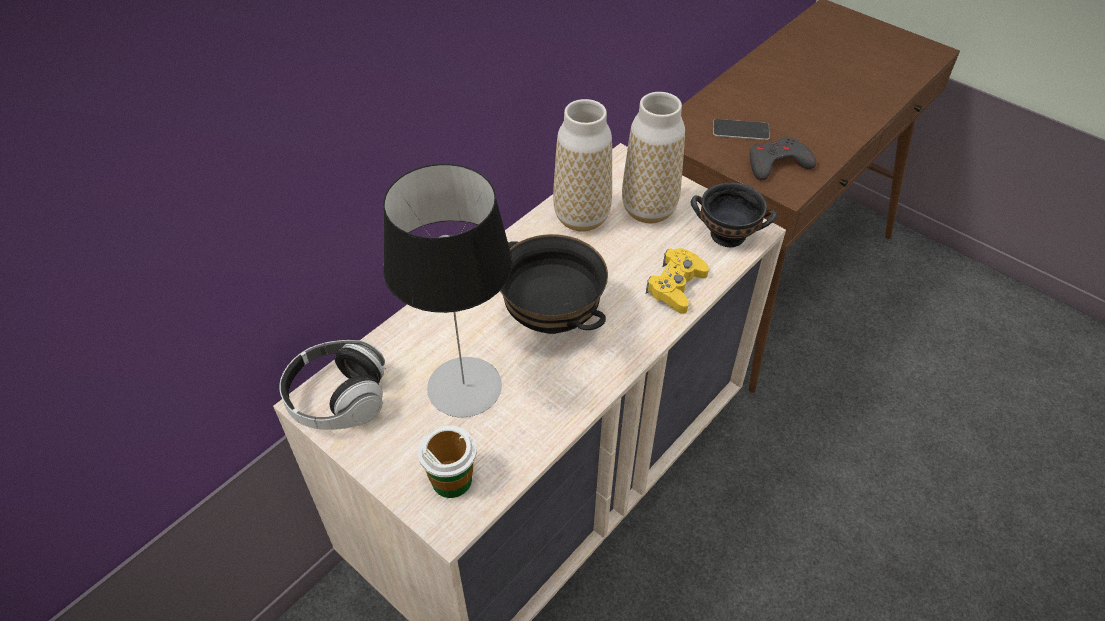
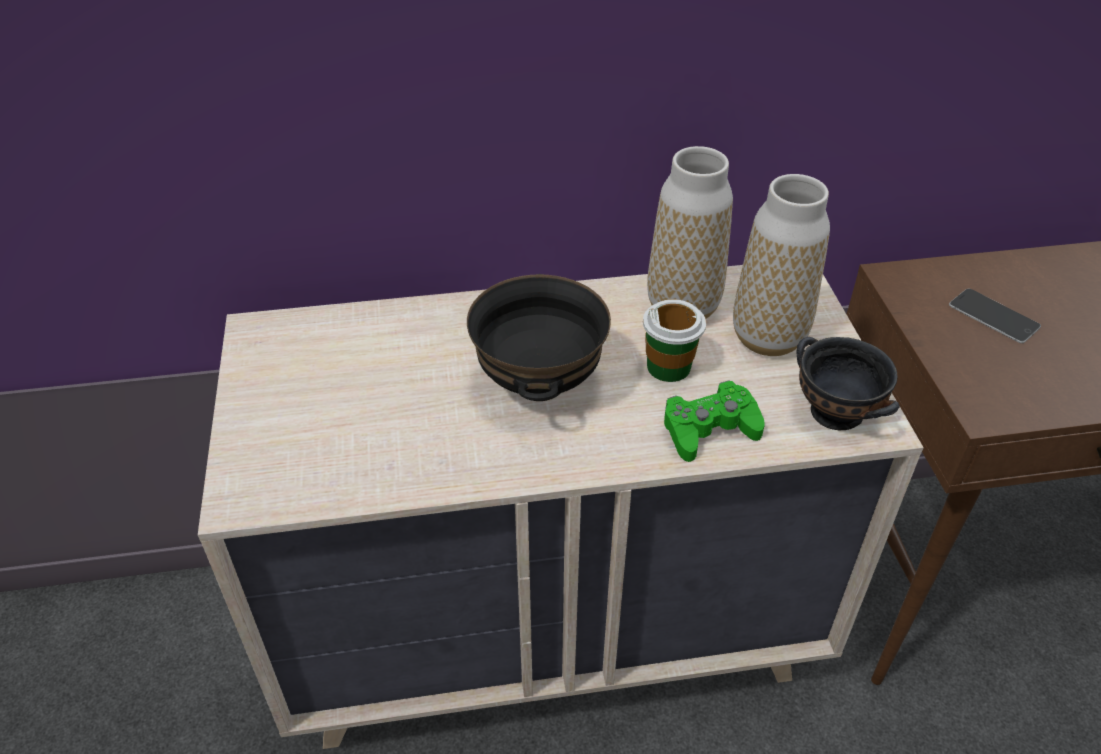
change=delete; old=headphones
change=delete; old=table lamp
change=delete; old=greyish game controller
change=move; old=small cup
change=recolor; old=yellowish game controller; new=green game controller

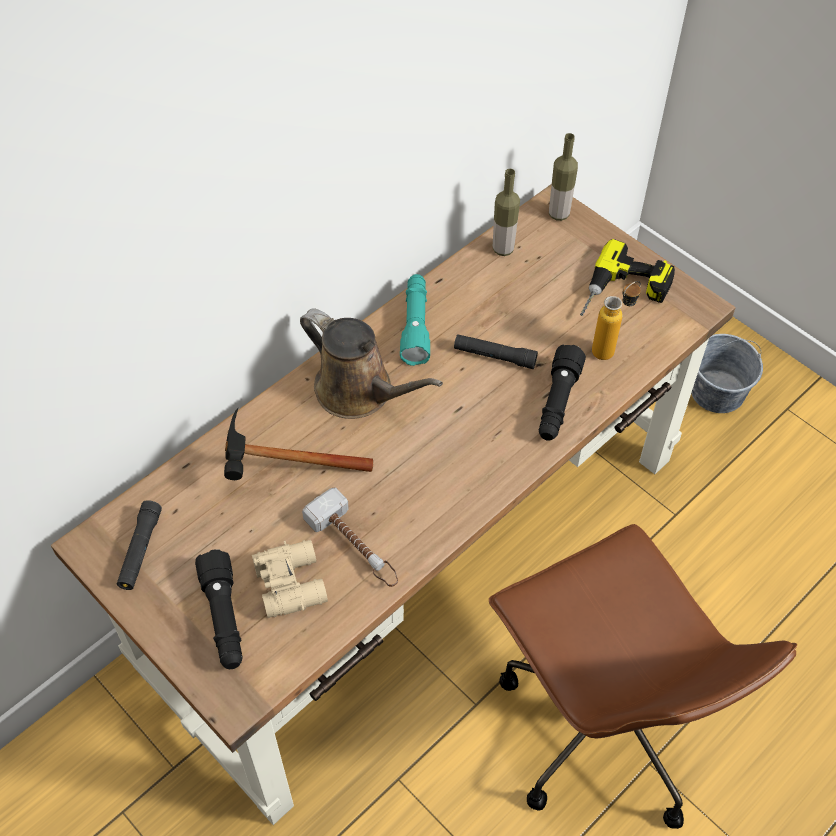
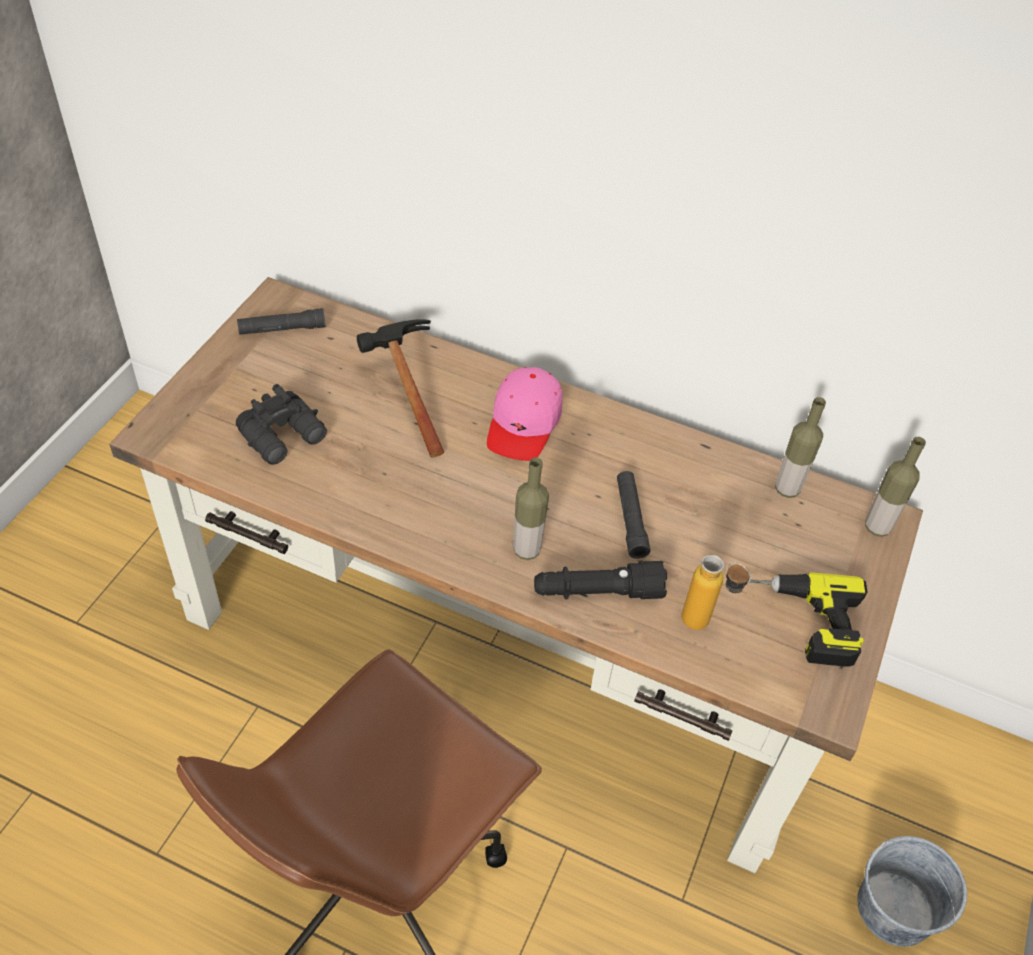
change=delete; old=black-coloured hand torch (2nd from left)
change=delete; old=tool hammer (2nd from left)
change=delete; old=turquoise-coloured hand torch
change=insert; new=beverage bottle (1st from left)
change=replace; old=brown sprinkling can; new=pinkish cap
change=recolor; old=sand-coloured field glasses; new=black-coloured field glasses

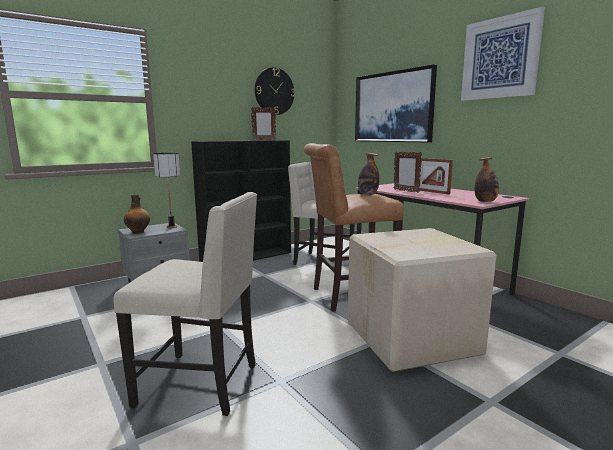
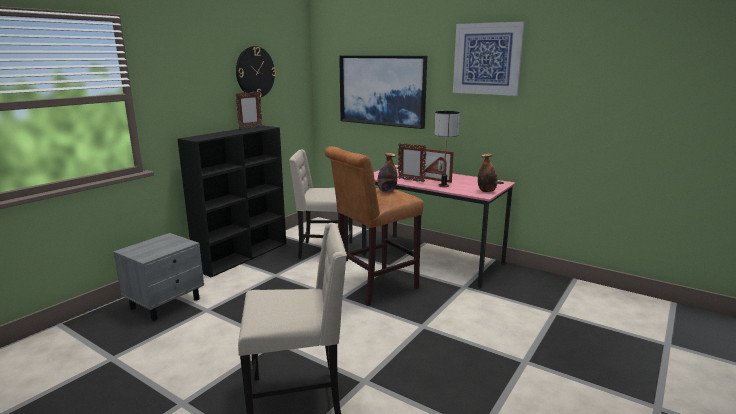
change=delete; old=beverage bottle (1st from left)
change=delete; old=carton
change=move; old=table lamp

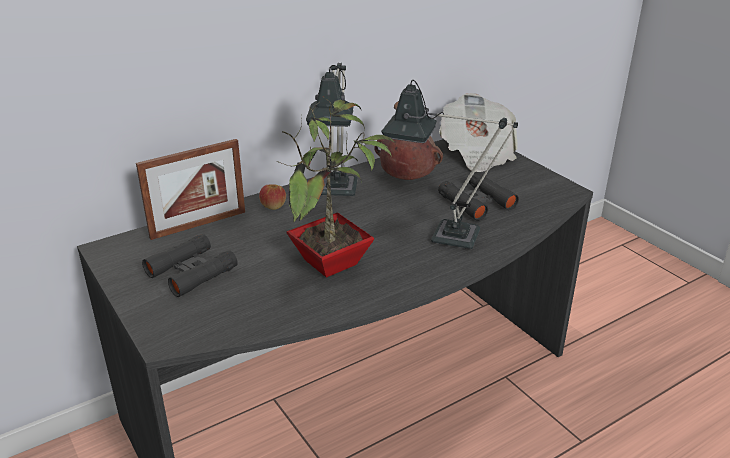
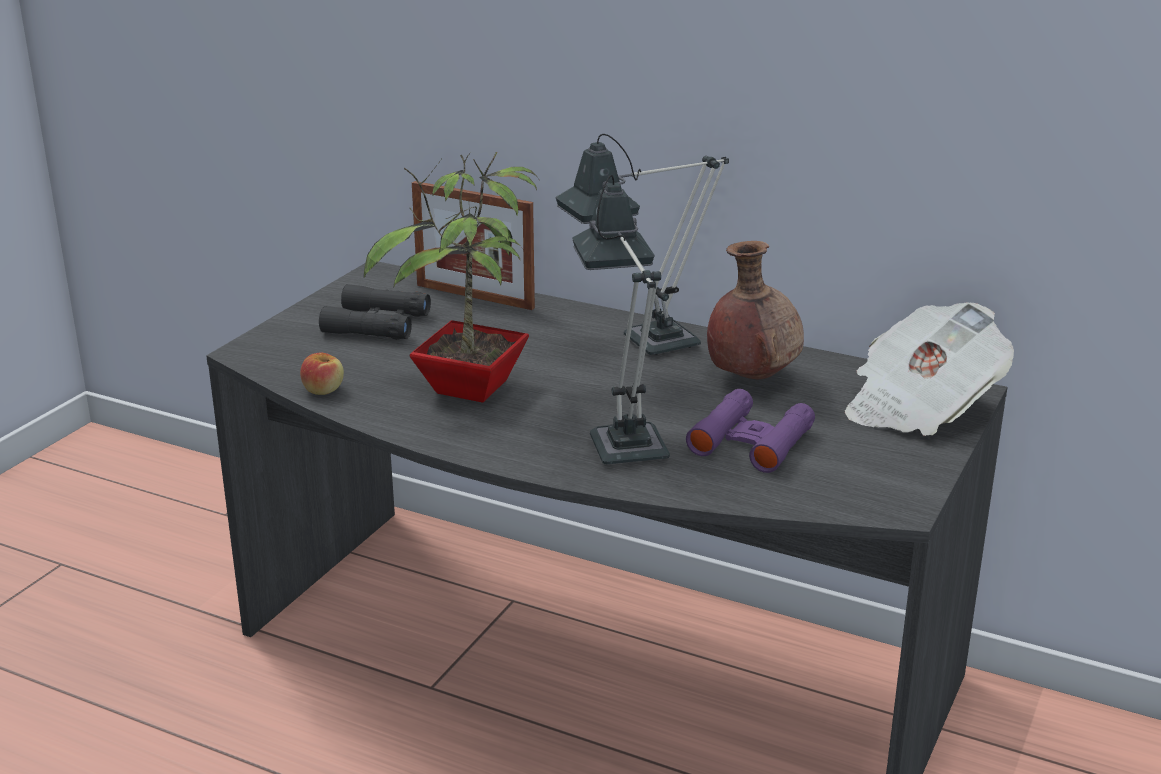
change=move; old=whole apple
change=recolor; old=black-coloured field glasses (2nd from left); new=purple-coloured field glasses

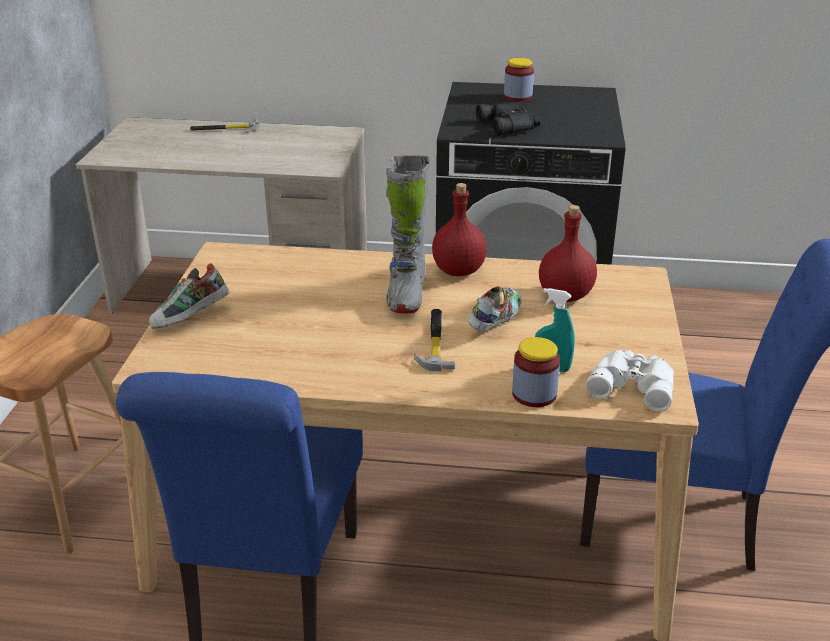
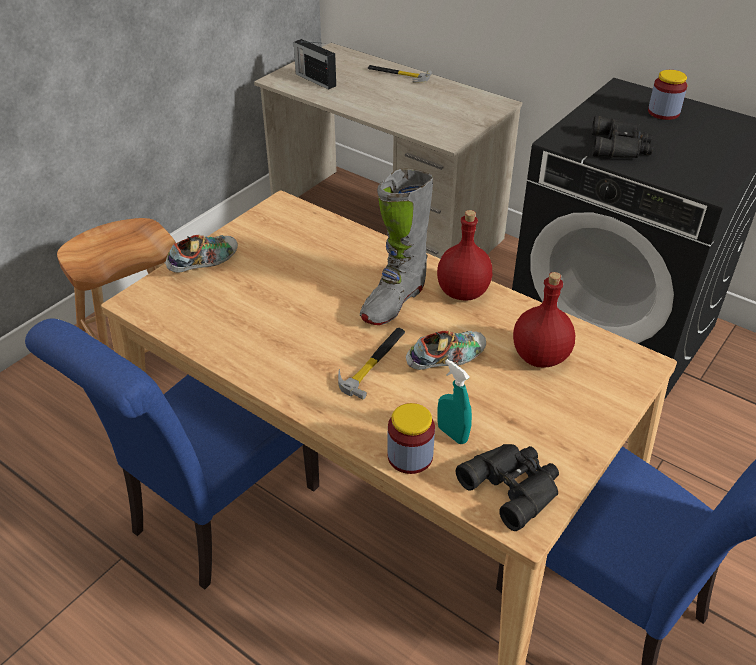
change=insert; new=radio receiver
change=recolor; old=whitish field glasses; new=black-coloured field glasses (1st from left)
change=rotate; old=shoe (1st from left); degrees=150

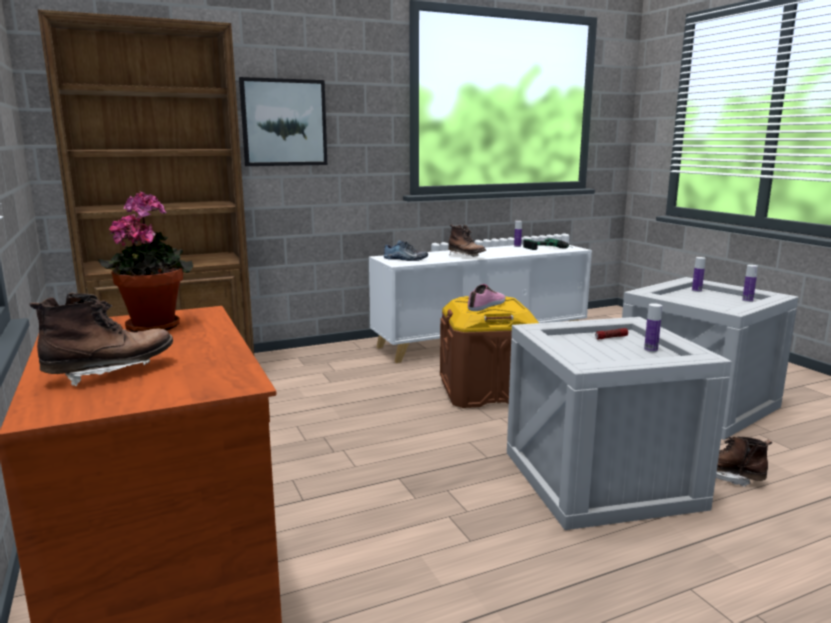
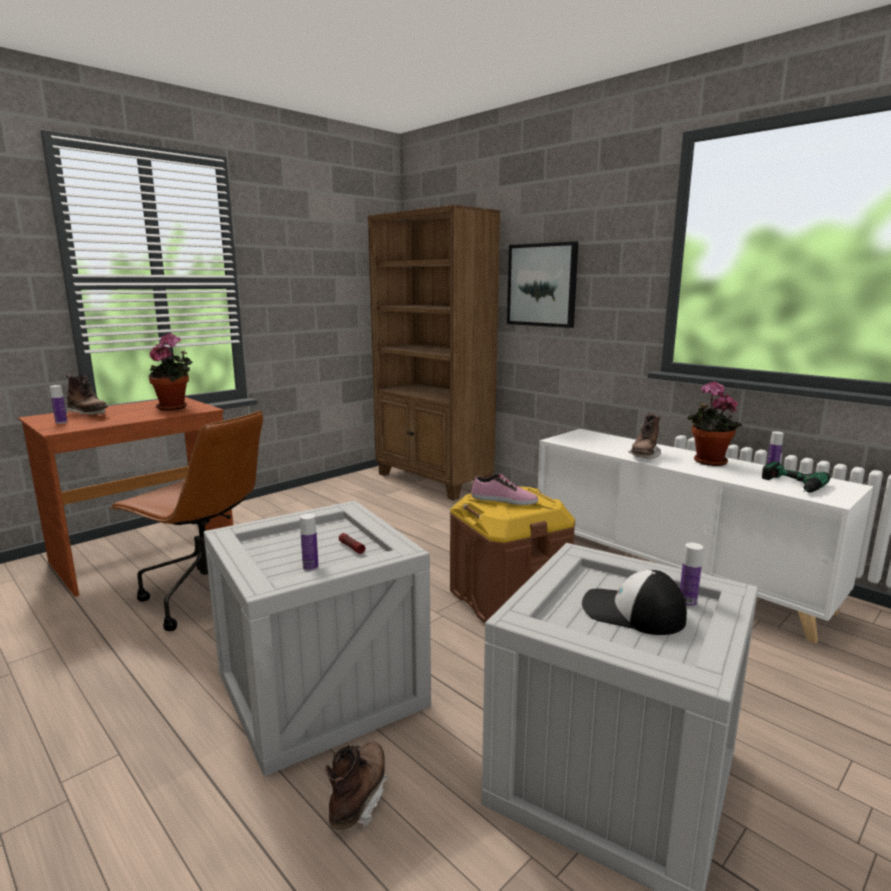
change=delete; old=shoe (1st from left)
change=insert; new=brown office chair
change=insert; new=cap
change=insert; new=potted plant (2nd from left)
change=move; old=beverage bottle (4th from left in the first image); new=beverage bottle (1st from left)

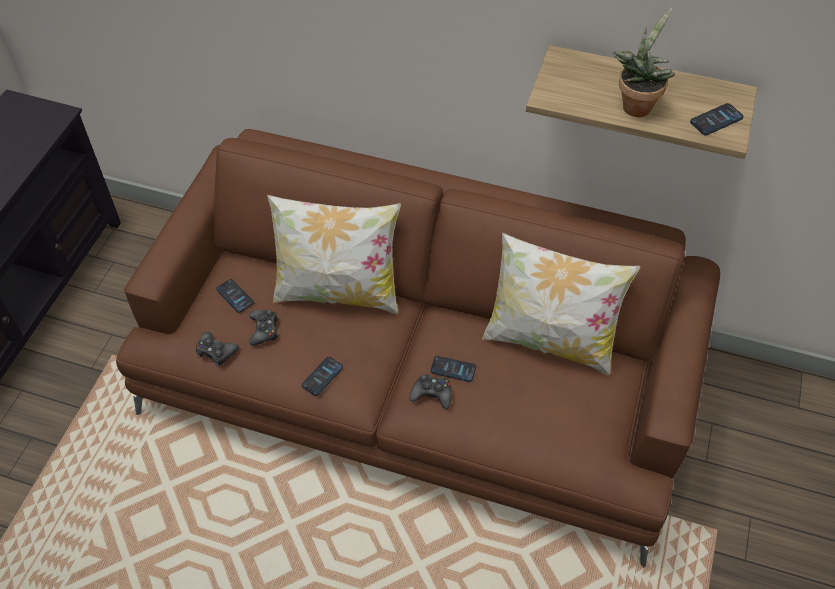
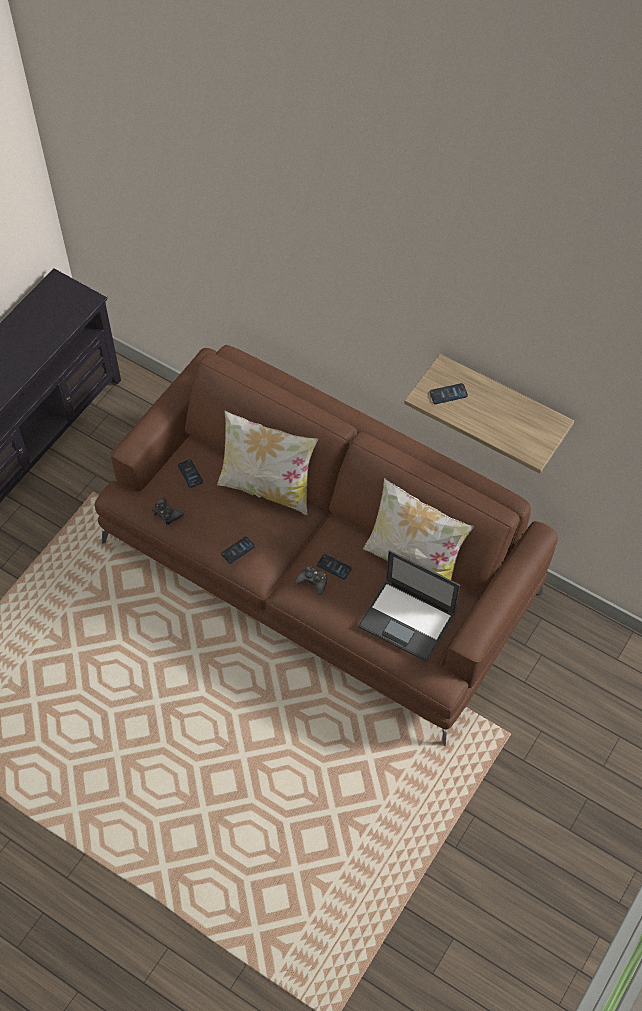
change=delete; old=black-coloured game controller (2nd from left)
change=delete; old=potted plant
change=insert; new=laptop
change=move; old=handset (4th from left)

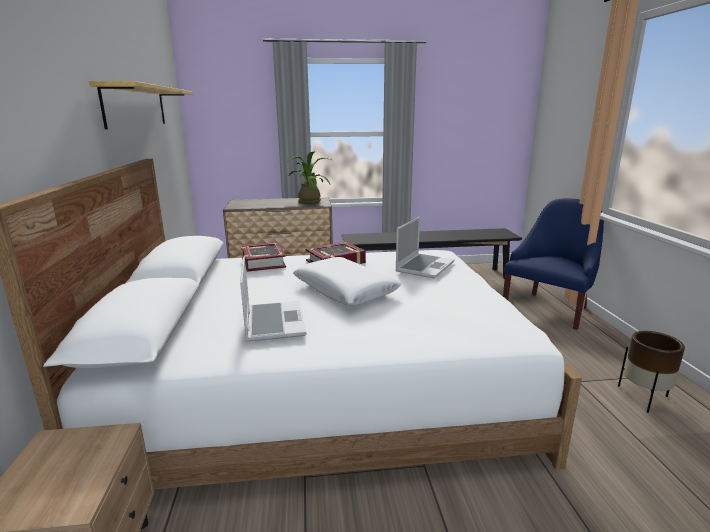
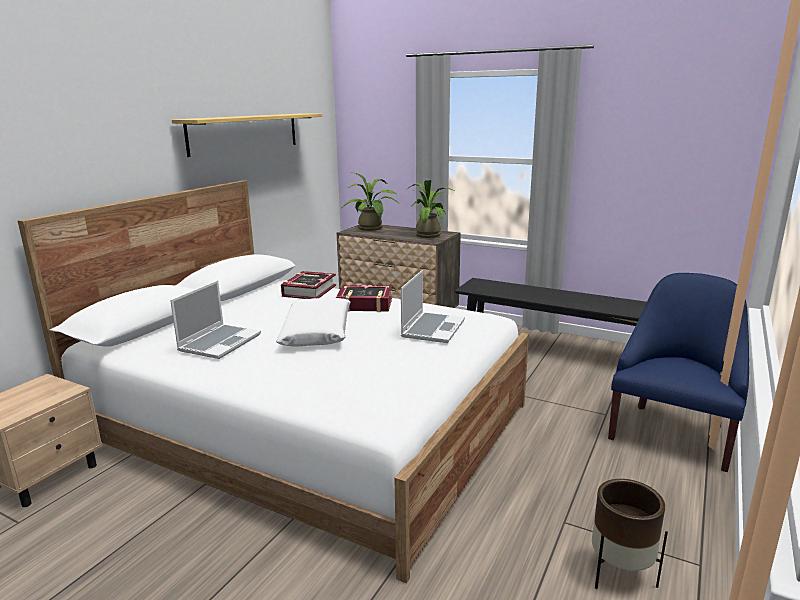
change=insert; new=potted plant (1st from left)
change=rotate; old=laptop (2nd from left); degrees=-45
change=rotate; old=bluish easy chair; degrees=-45

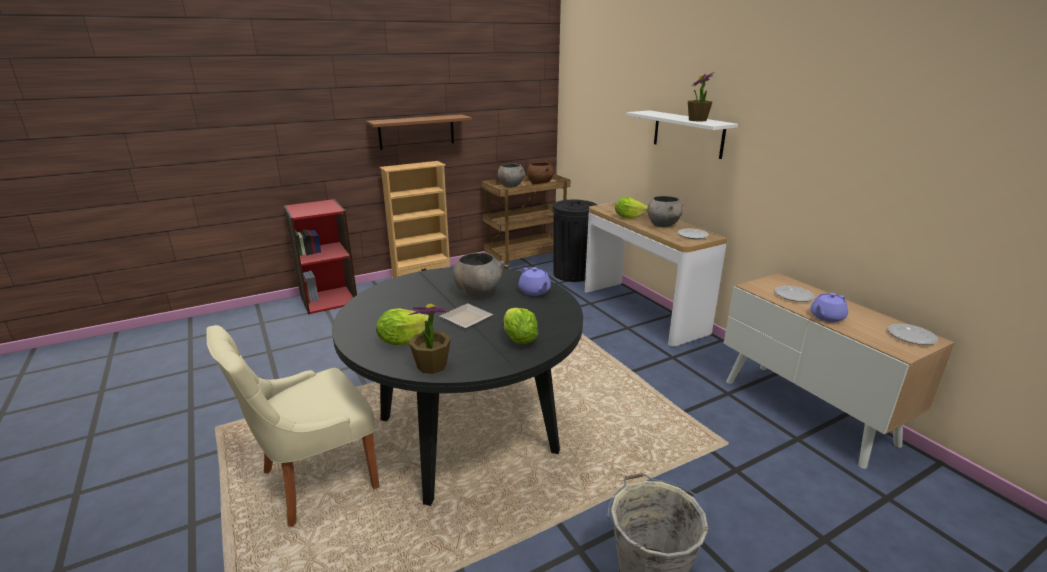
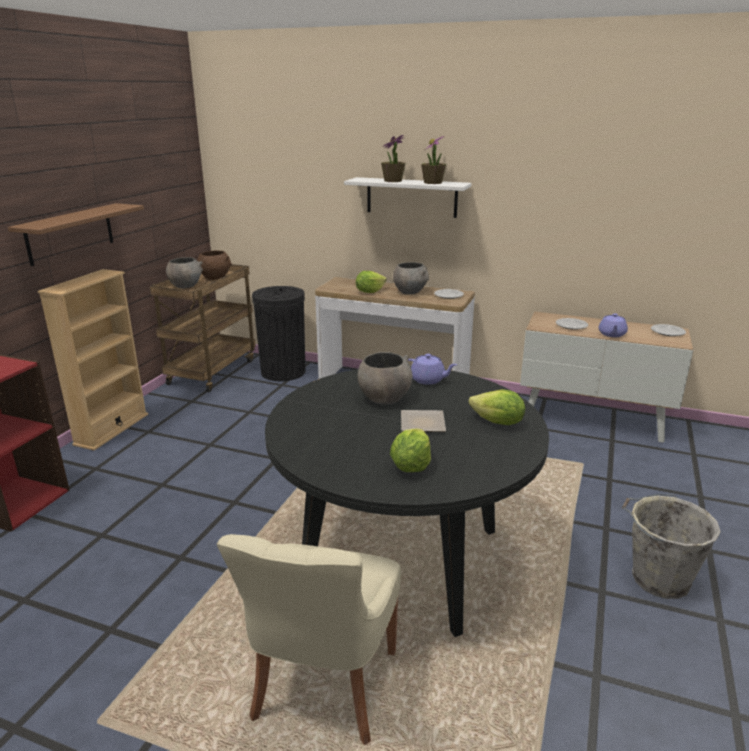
change=move; old=potted plant (1st from left)

